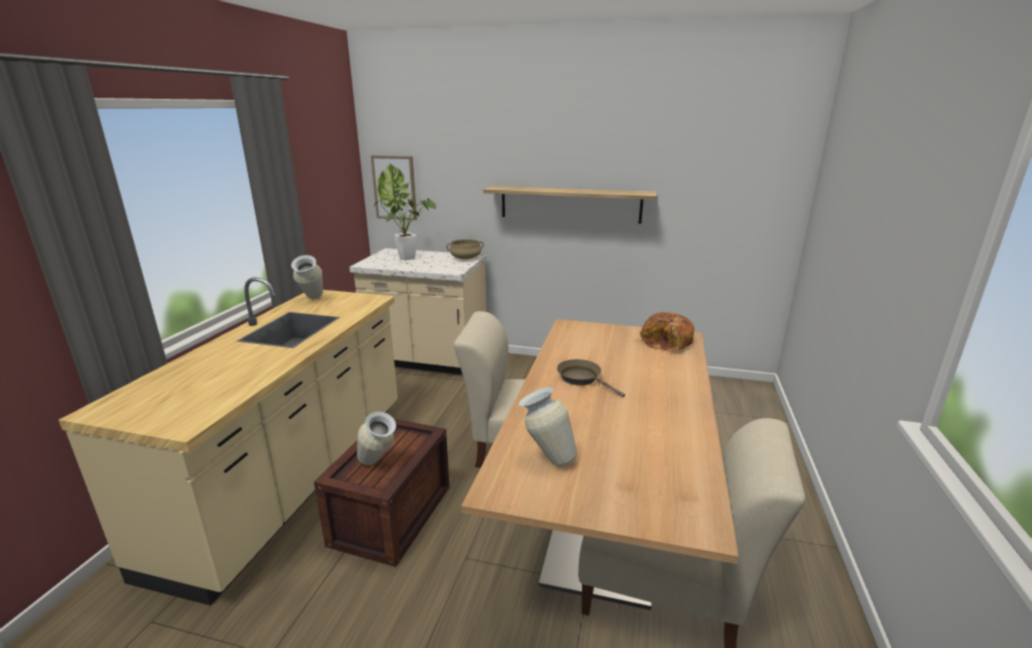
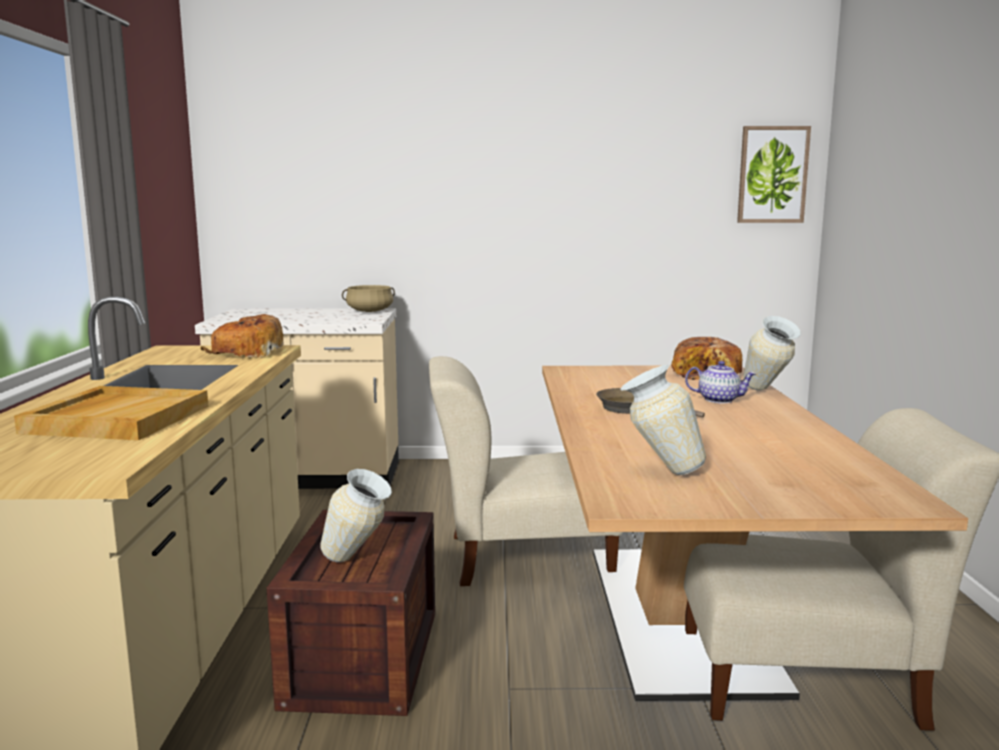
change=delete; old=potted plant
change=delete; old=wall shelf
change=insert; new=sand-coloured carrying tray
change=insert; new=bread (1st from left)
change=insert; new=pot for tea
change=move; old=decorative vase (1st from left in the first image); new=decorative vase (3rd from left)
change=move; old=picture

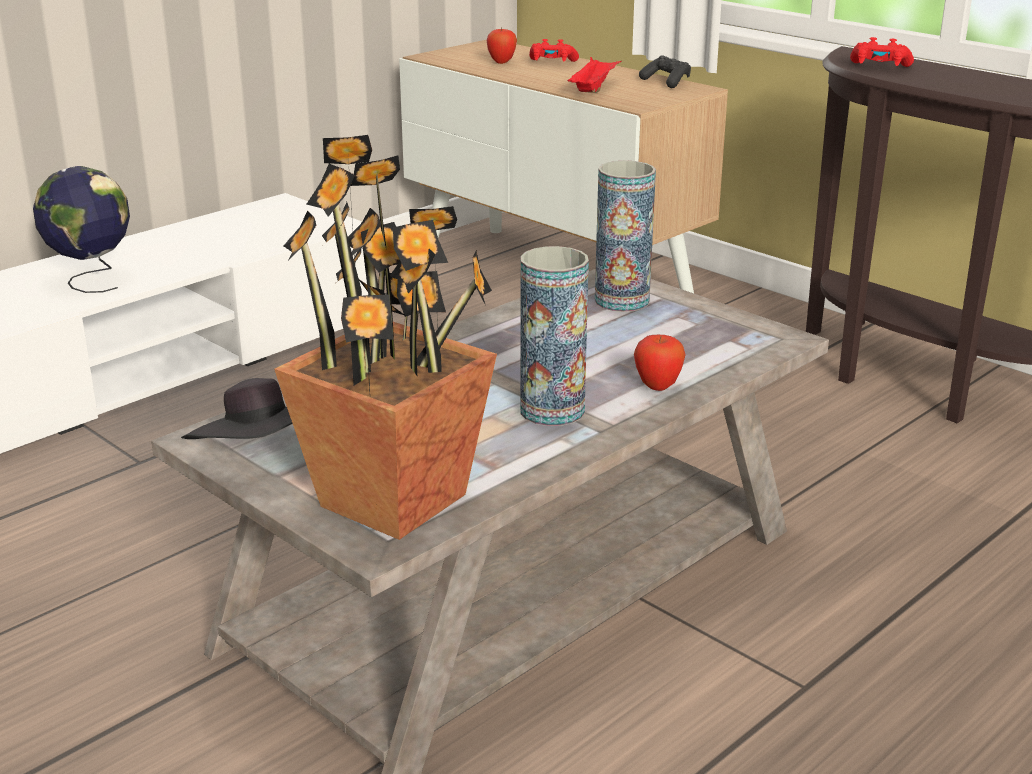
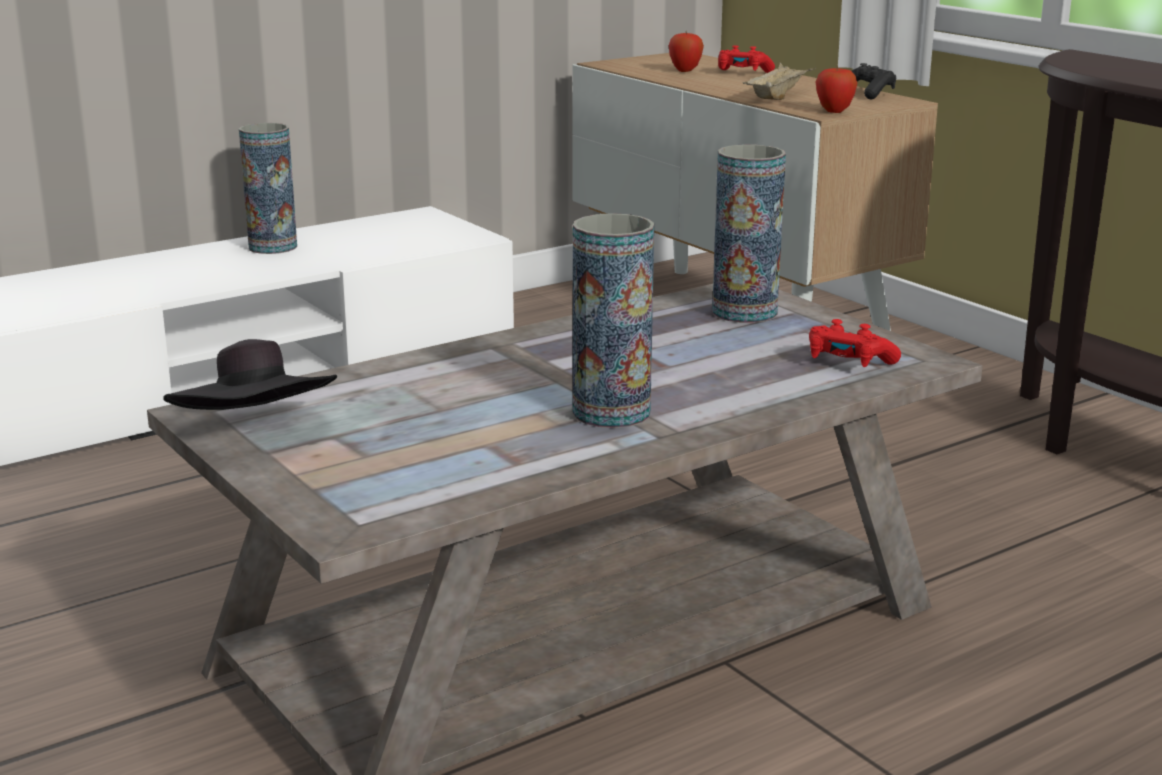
change=delete; old=world globe
change=delete; old=potted plant
change=insert; new=decorative vase (1st from left)
change=move; old=whole apple (2nd from left)
change=move; old=red-coloured game controller (2nd from left)
change=recolor; old=red-coloured carrying tray; new=sand-coloured carrying tray

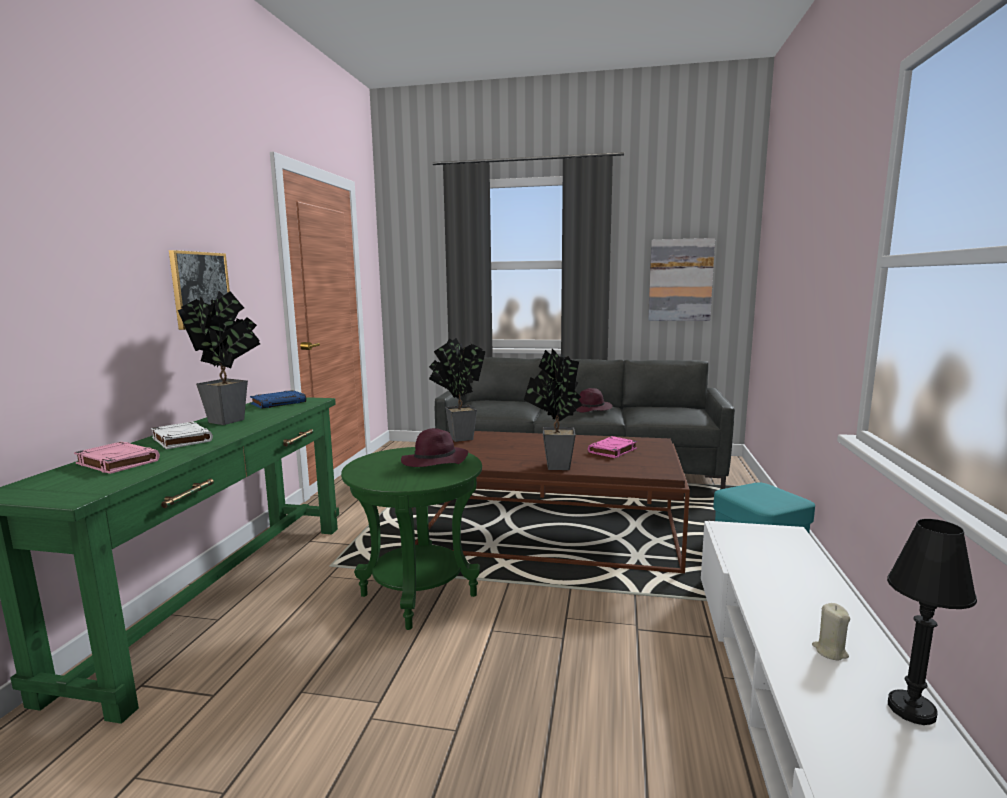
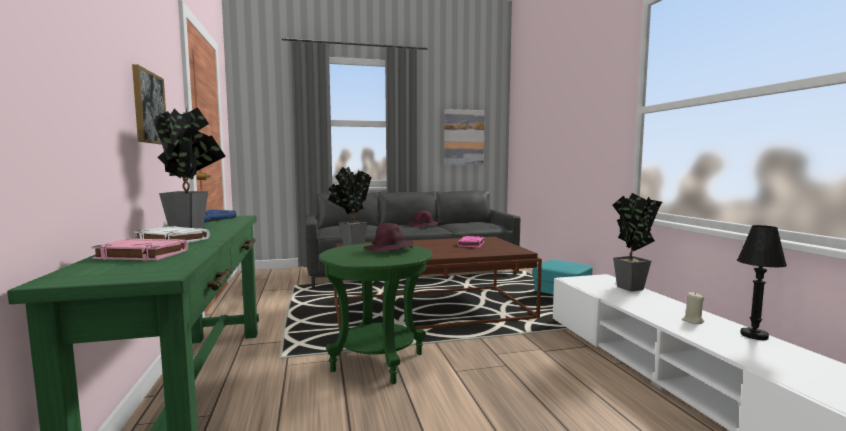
change=move; old=potted plant (3rd from left)

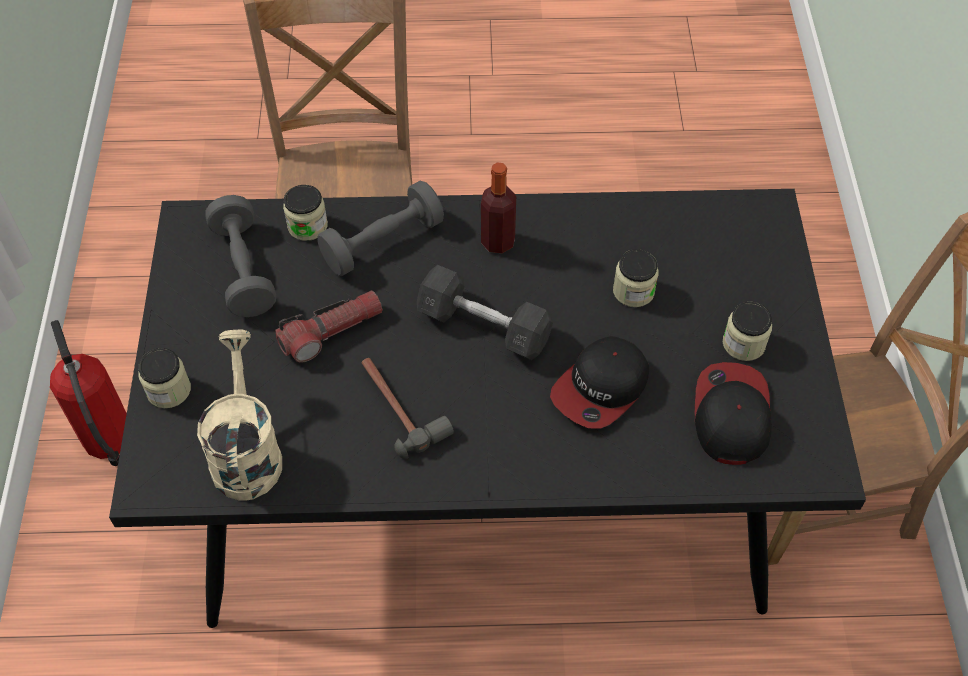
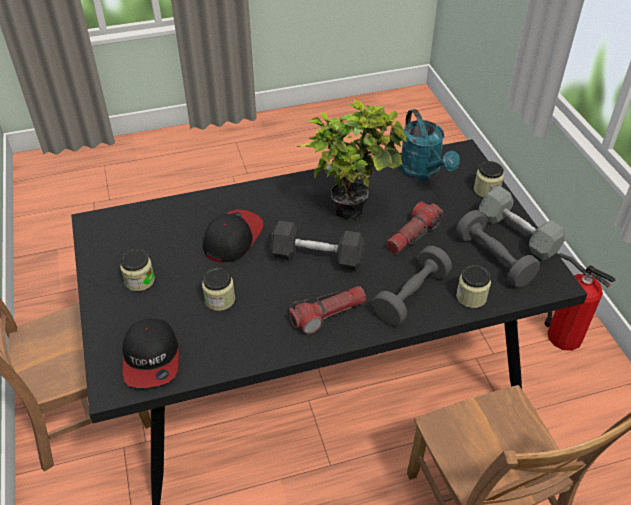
change=insert; new=greyish hand weight (4th from left)
change=move; old=cap (2nd from left in the first image); new=cap (1st from left)
change=replace; old=tool hammer; new=potted plant
change=replace; old=beverage bottle; new=hand torch (1st from left)
change=recolor; old=sand-coloured sprinkling can; new=turquoise-coloured sprinkling can

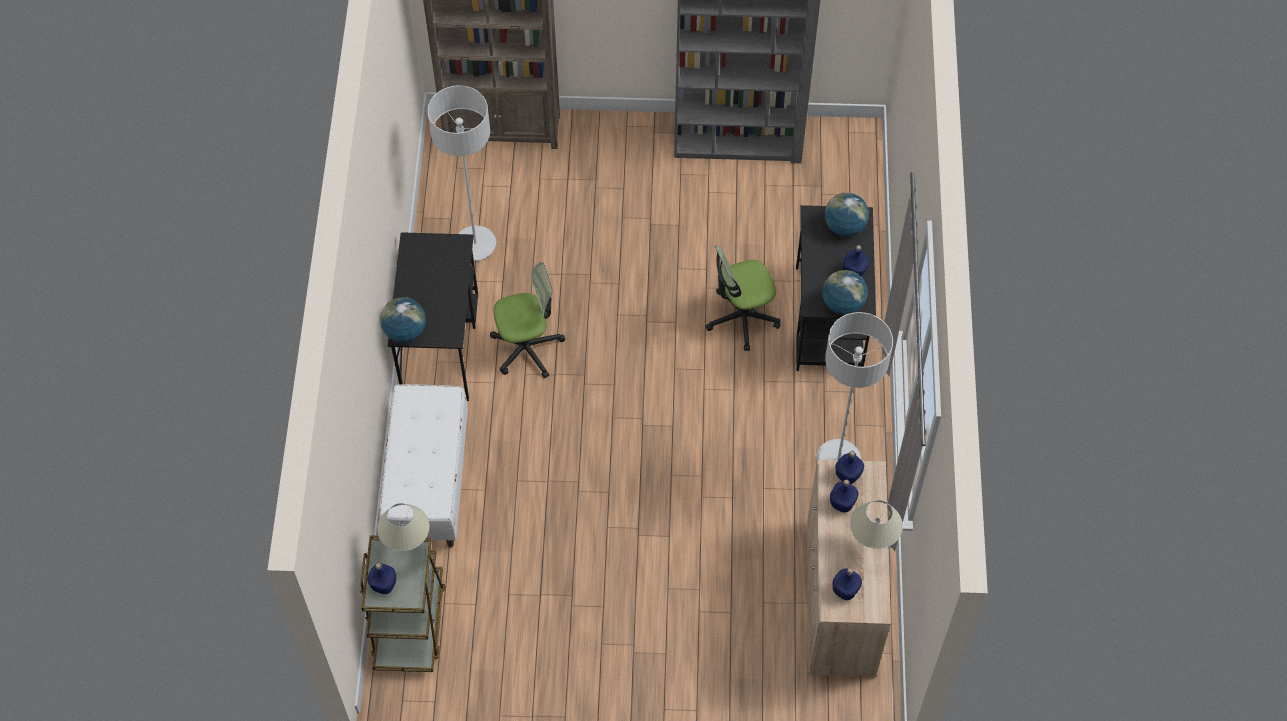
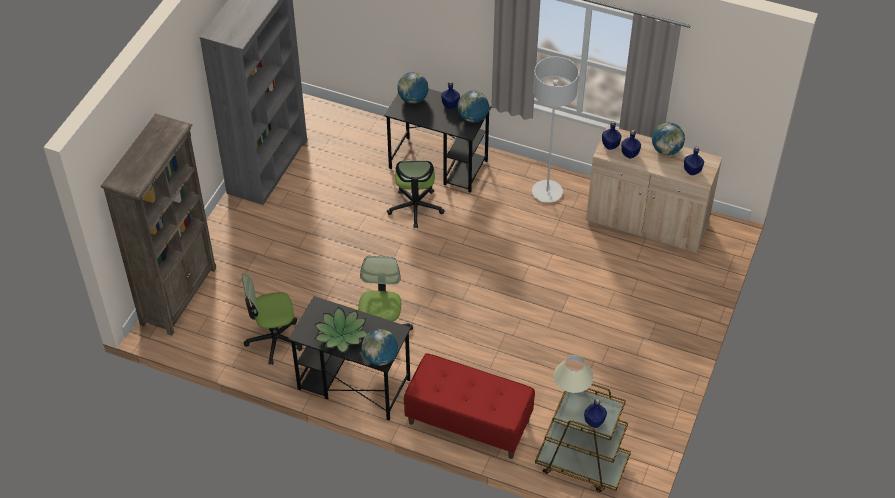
change=insert; new=potted plant
change=replace; old=greyish standing lamp (1st from left); new=office chair (1st from left)
change=replace; old=sand-coloured table lamp (2nd from left); new=world globe (4th from left)
change=recolor; old=whitish indoor bench; new=red-coloured indoor bench

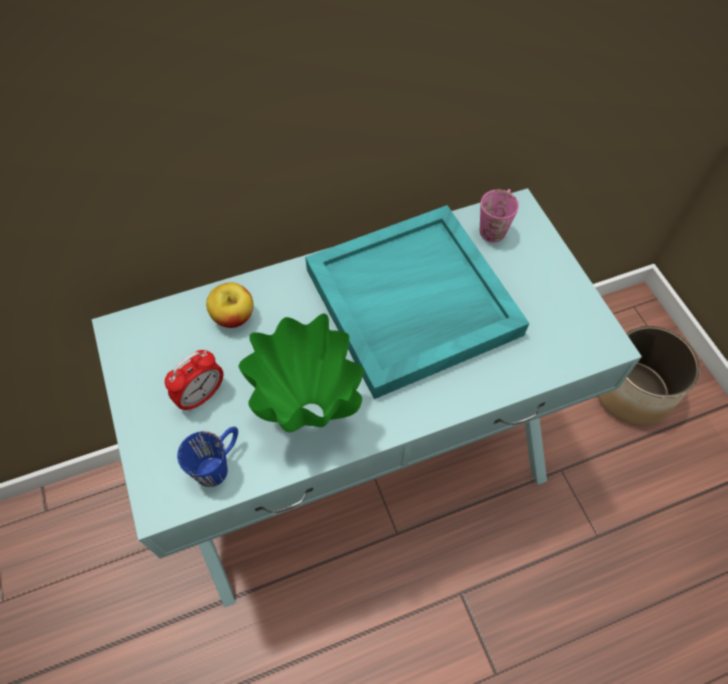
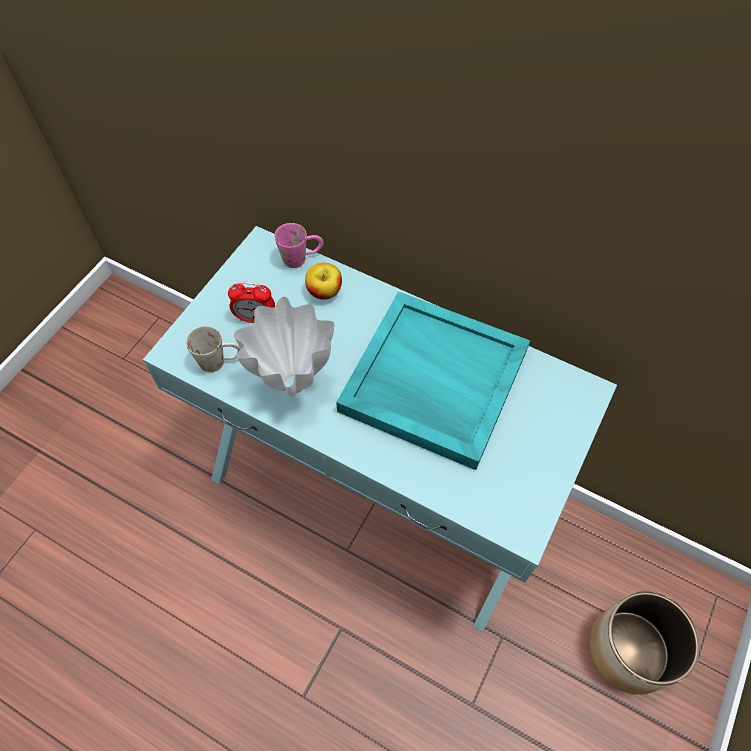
change=move; old=pinkish mug
change=recolor; old=bluish mug; new=whitish mug
change=recolor; old=green decorative vase; new=whitish decorative vase

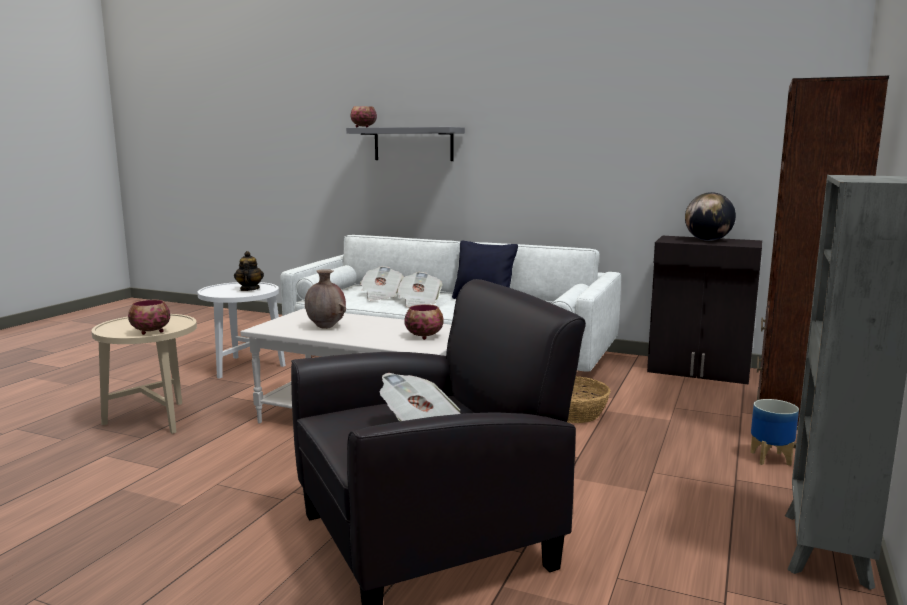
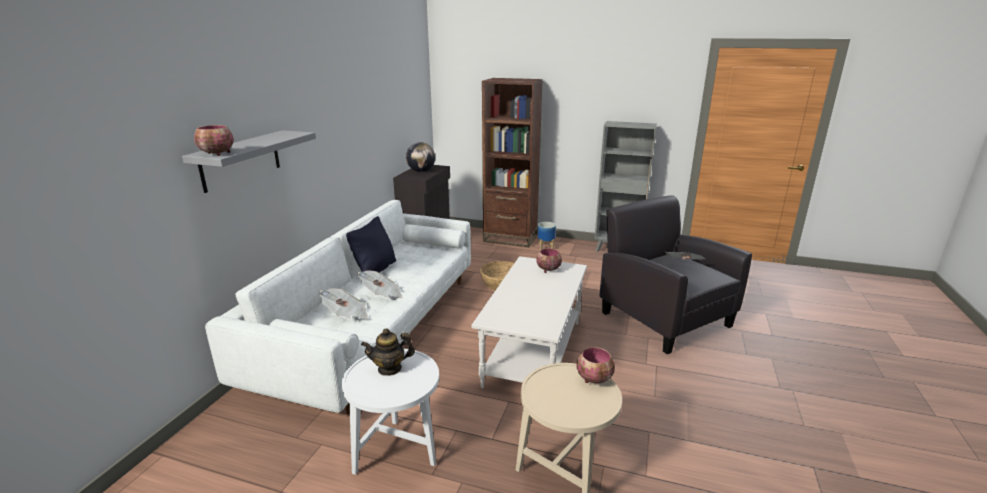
change=delete; old=brown decorative vase

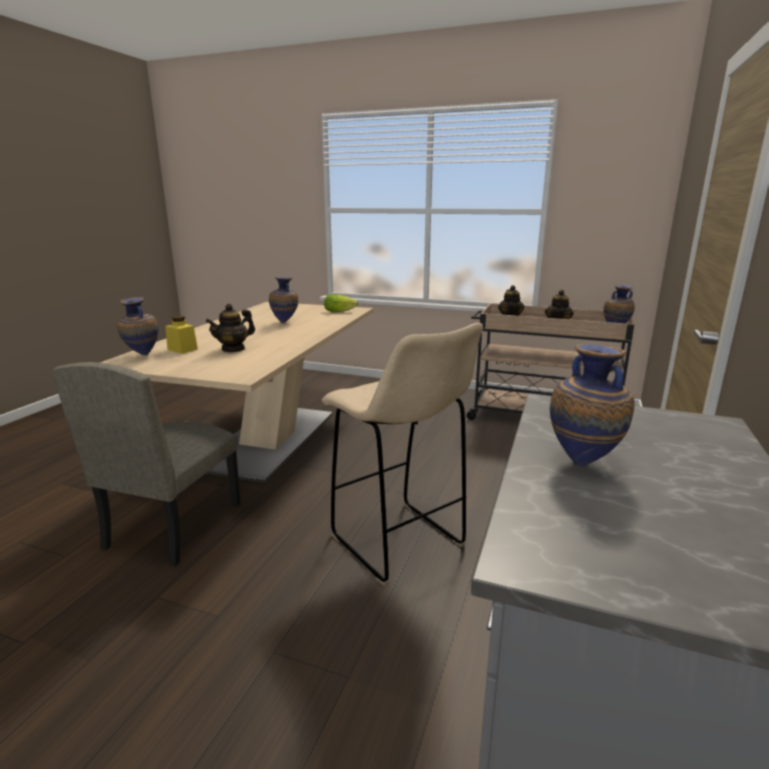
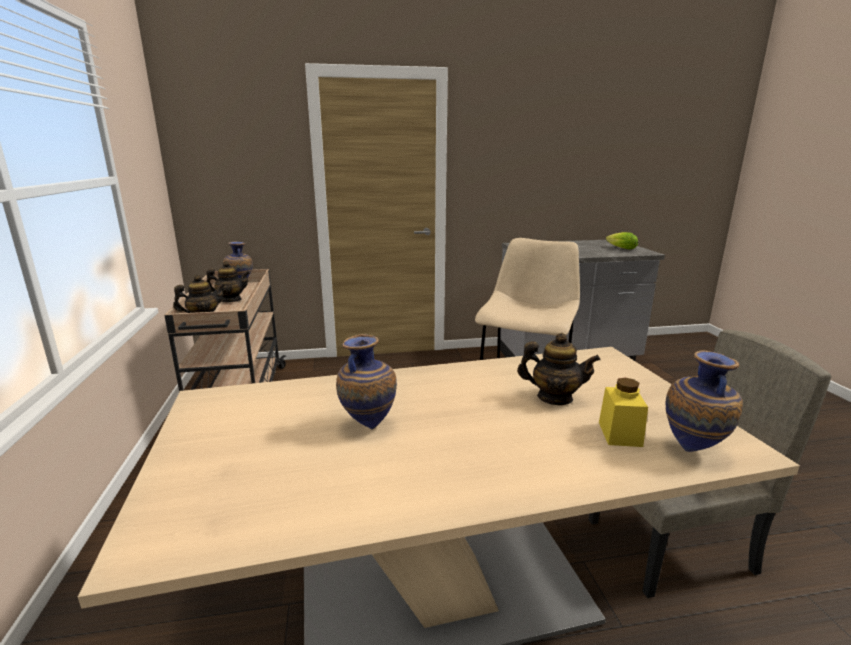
change=delete; old=decorative vase (3rd from left)
change=move; old=lettuce

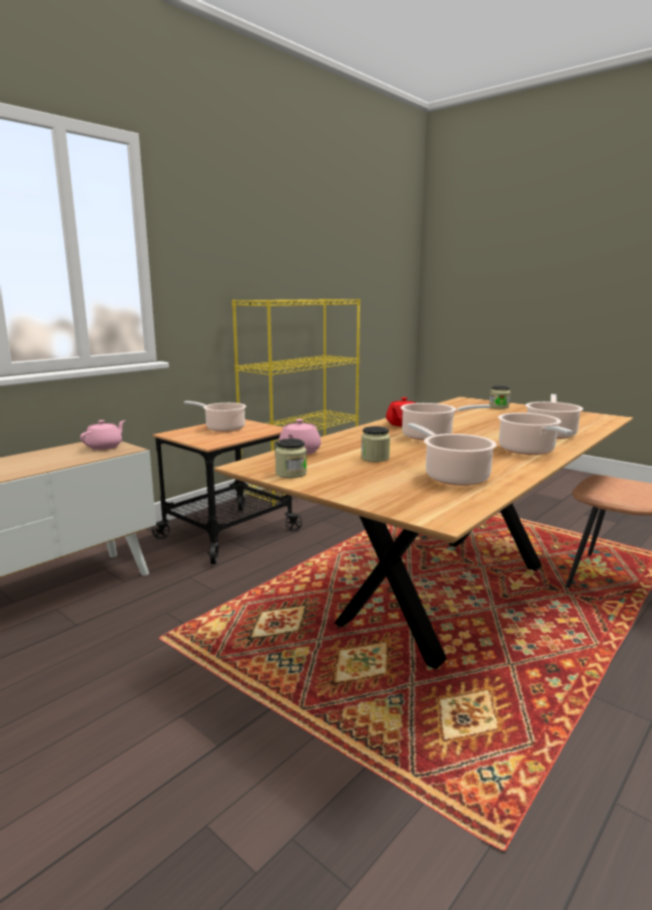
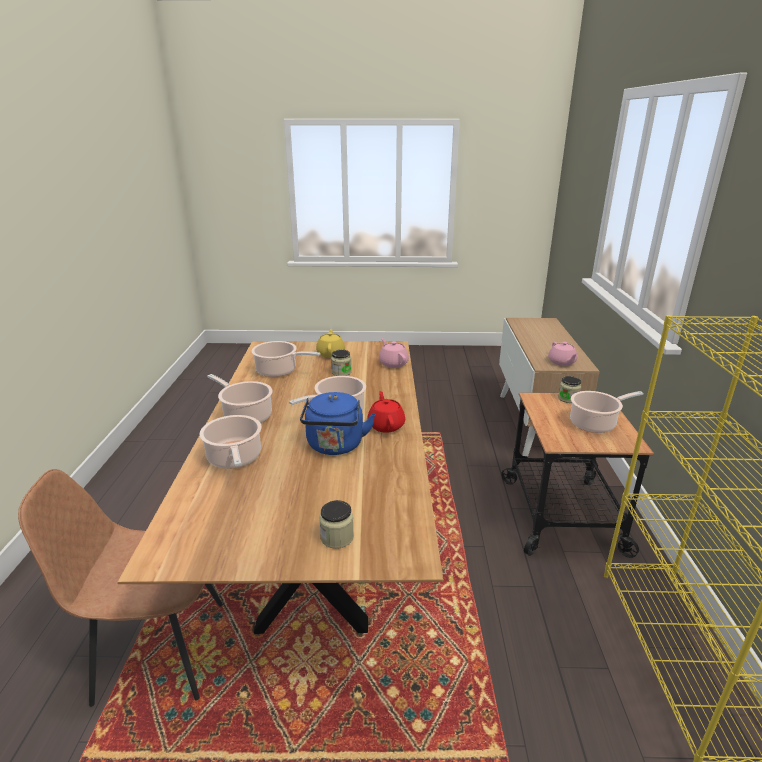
change=insert; new=bluish kettle
change=insert; new=yellowish pot for tea
change=move; old=storage jar (1st from left in the first image); new=storage jar (3rd from left)

